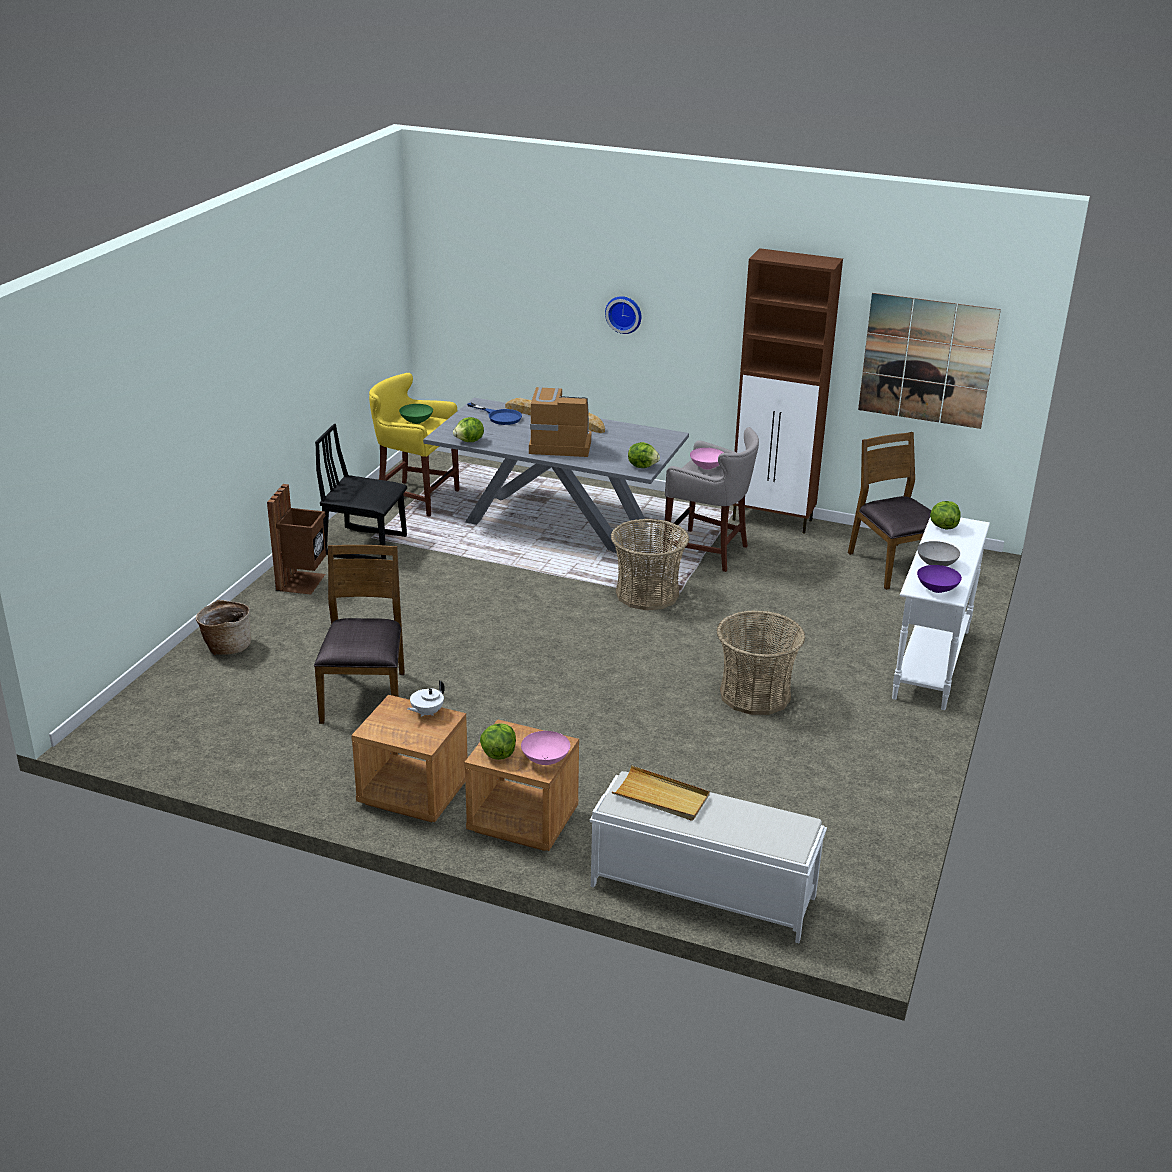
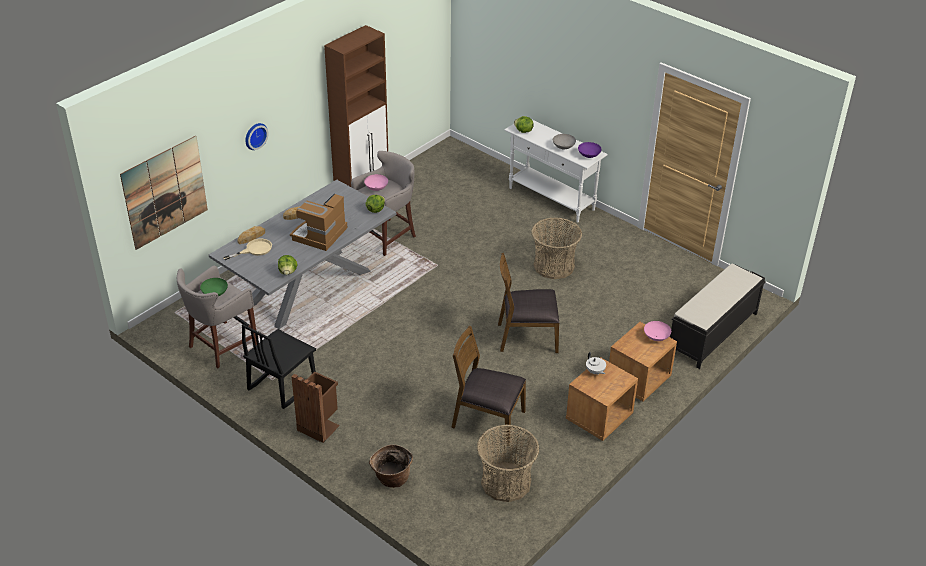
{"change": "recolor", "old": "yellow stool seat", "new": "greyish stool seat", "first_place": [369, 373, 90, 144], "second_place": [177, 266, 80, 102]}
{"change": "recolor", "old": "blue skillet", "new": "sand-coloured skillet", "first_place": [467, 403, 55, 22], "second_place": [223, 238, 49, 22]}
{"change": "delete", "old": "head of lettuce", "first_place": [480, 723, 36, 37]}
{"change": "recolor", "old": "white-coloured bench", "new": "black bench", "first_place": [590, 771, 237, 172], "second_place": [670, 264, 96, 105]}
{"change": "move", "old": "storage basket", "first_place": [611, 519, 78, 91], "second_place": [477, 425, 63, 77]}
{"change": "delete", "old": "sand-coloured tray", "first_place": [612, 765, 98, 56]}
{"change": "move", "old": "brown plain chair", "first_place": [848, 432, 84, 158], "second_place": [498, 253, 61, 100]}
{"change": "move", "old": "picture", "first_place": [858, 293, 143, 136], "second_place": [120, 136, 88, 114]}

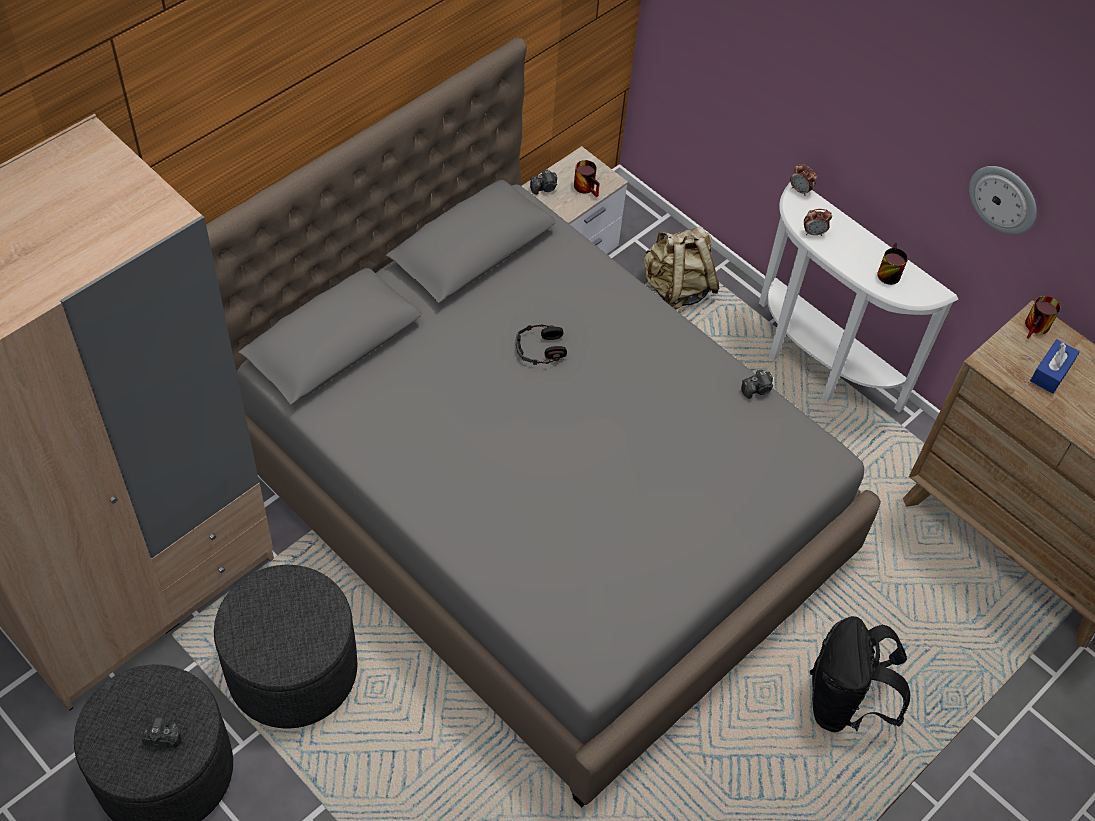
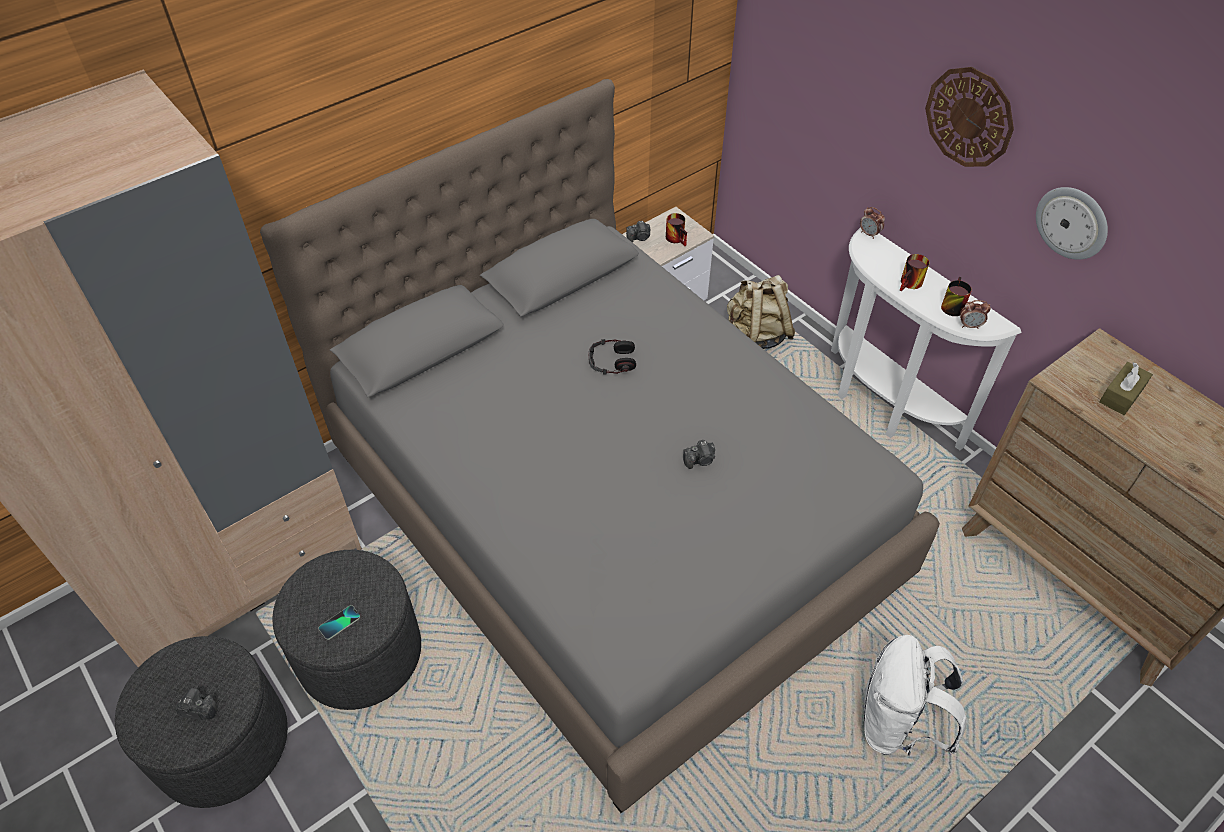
{"change": "move", "old": "still camera", "first_place": [741, 369, 32, 30], "second_place": [683, 440, 32, 29]}
{"change": "move", "old": "alarm clock", "first_place": [804, 209, 28, 27], "second_place": [960, 300, 31, 29]}
{"change": "recolor", "old": "black rucksack", "new": "white-coloured rucksack", "first_place": [810, 616, 100, 116], "second_place": [863, 635, 104, 121]}
{"change": "move", "old": "coffee mug", "first_place": [1025, 296, 35, 43], "second_place": [900, 254, 29, 37]}
{"change": "recolor", "old": "blue tissue holder", "new": "brown tissue holder", "first_place": [1030, 339, 50, 55], "second_place": [1099, 362, 54, 53]}
{"change": "insert", "new": "phone", "second_place": [318, 605, 42, 35]}
{"change": "insert", "new": "hanging clock", "second_place": [925, 67, 89, 100]}

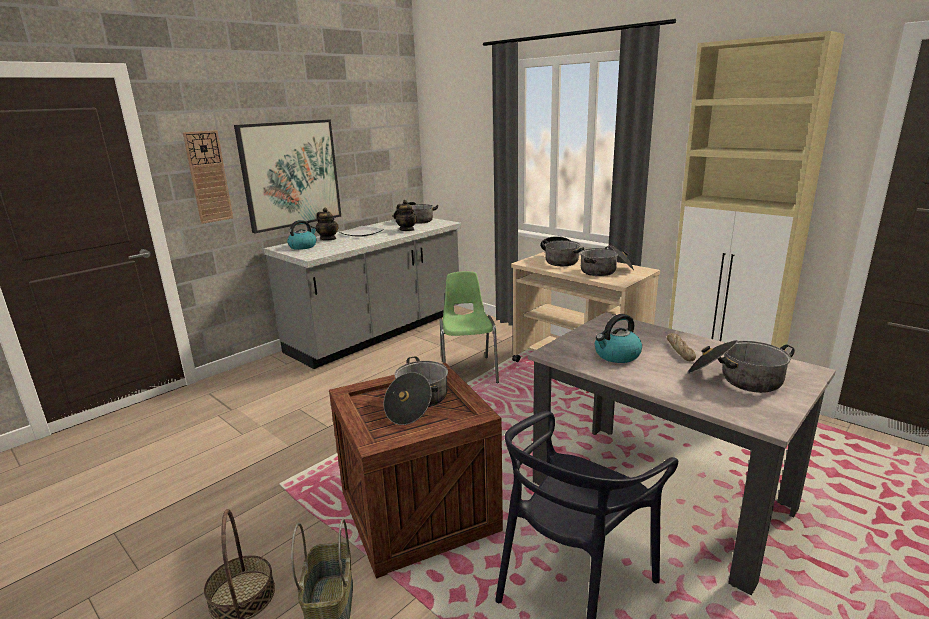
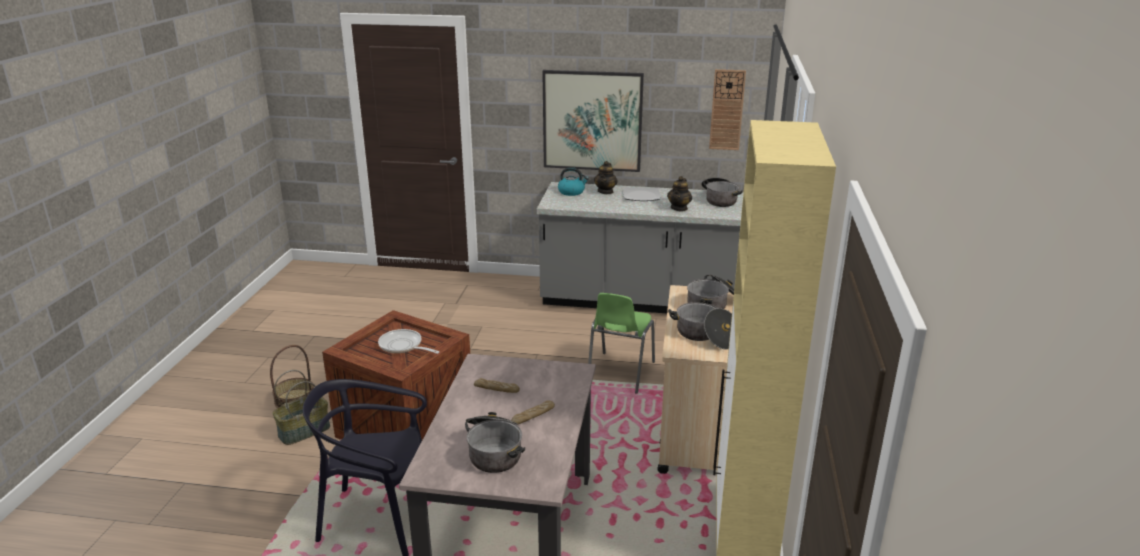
{"change": "move", "old": "hanging clock", "first_place": [183, 130, 50, 94], "second_place": [709, 69, 37, 81]}
{"change": "replace", "old": "cooking pot", "new": "skillet", "first_place": [384, 356, 64, 69], "second_place": [378, 329, 61, 25]}
{"change": "rotate", "old": "green-coloured plain chair", "first_place": [440, 271, 59, 112], "second_place": [588, 293, 67, 101], "degrees": 150}
{"change": "replace", "old": "kettle", "new": "baked bread", "first_place": [595, 314, 47, 49], "second_place": [474, 378, 46, 15]}

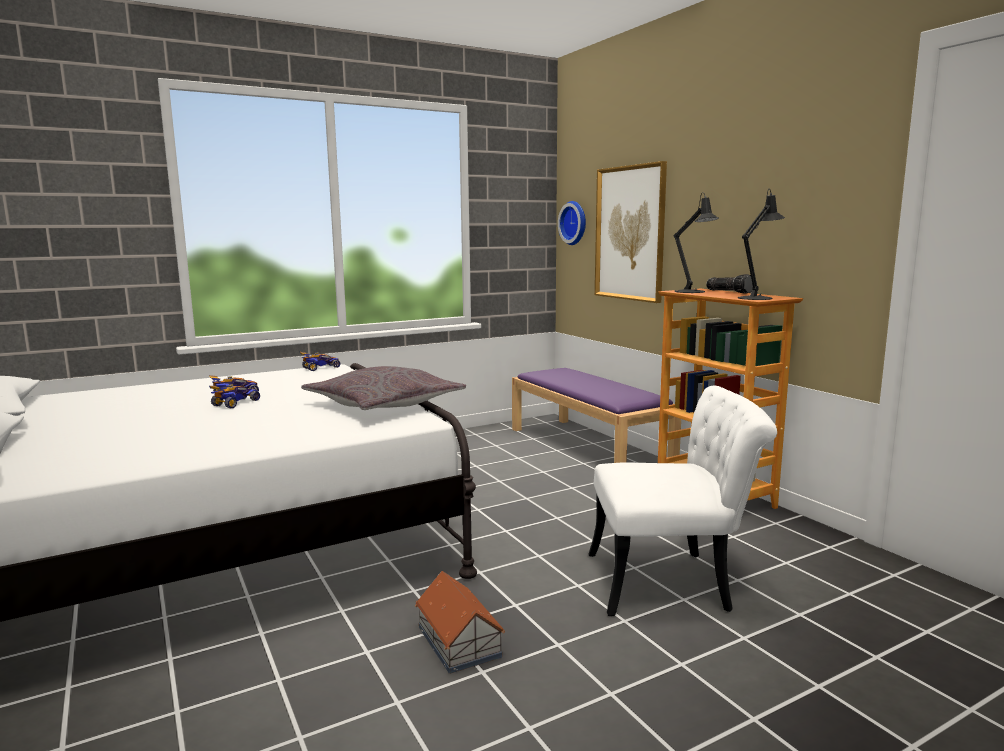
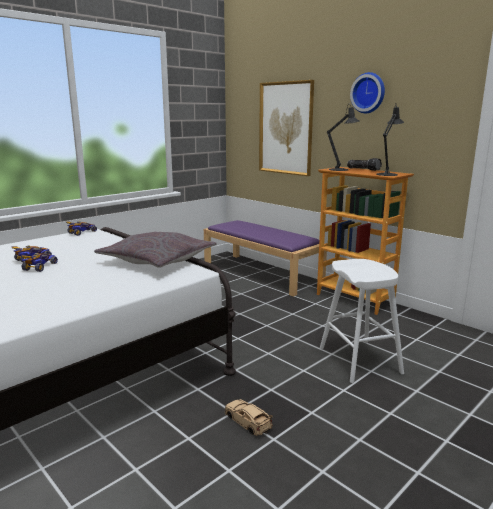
{"change": "replace", "old": "miniature house", "new": "sand-coloured miniature car", "first_place": [415, 571, 90, 103], "second_place": [225, 399, 48, 37]}
{"change": "move", "old": "hanging clock", "first_place": [558, 201, 28, 44], "second_place": [350, 72, 35, 41]}
{"change": "replace", "old": "white-coloured plain chair", "new": "white-coloured stool seat", "first_place": [589, 386, 188, 230], "second_place": [320, 259, 84, 124]}

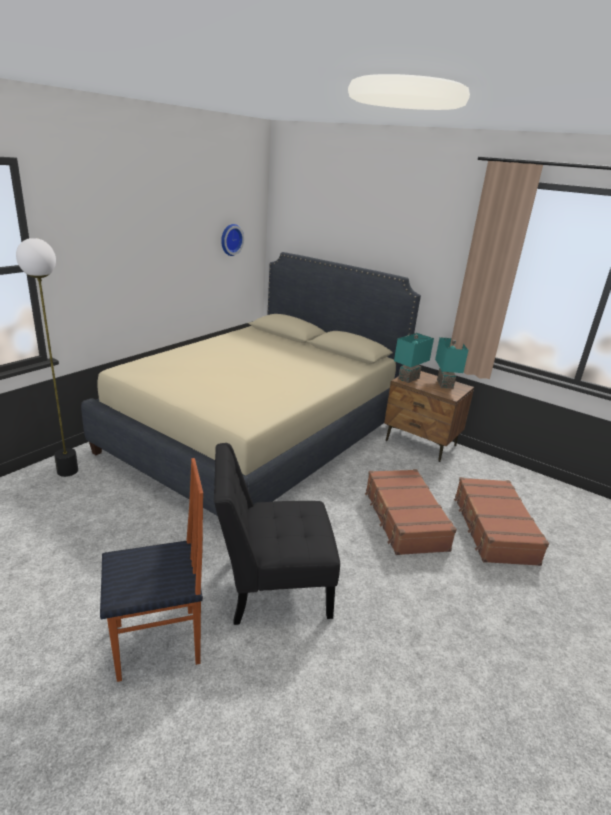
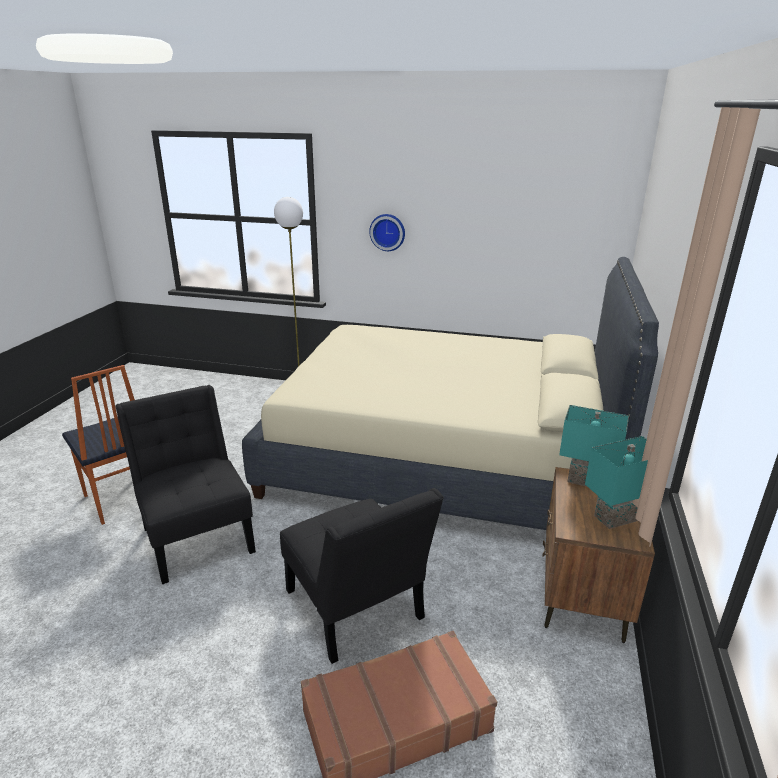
{"change": "move", "old": "hanging clock", "first_place": [221, 224, 23, 32], "second_place": [369, 214, 36, 37]}
{"change": "replace", "old": "brown travel case", "new": "black plain chair", "first_place": [365, 469, 92, 86], "second_place": [280, 488, 164, 176]}

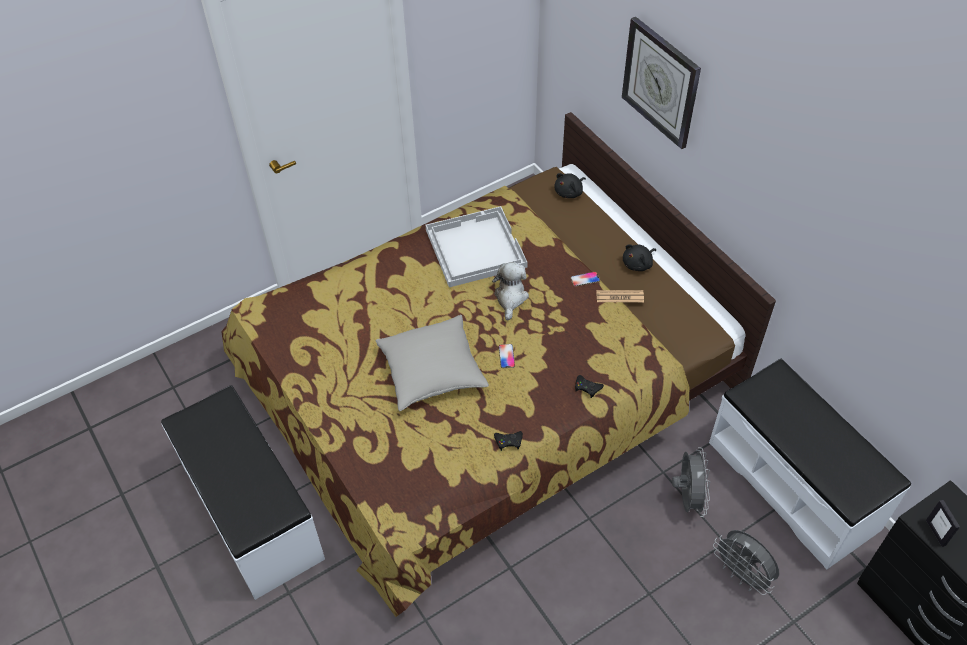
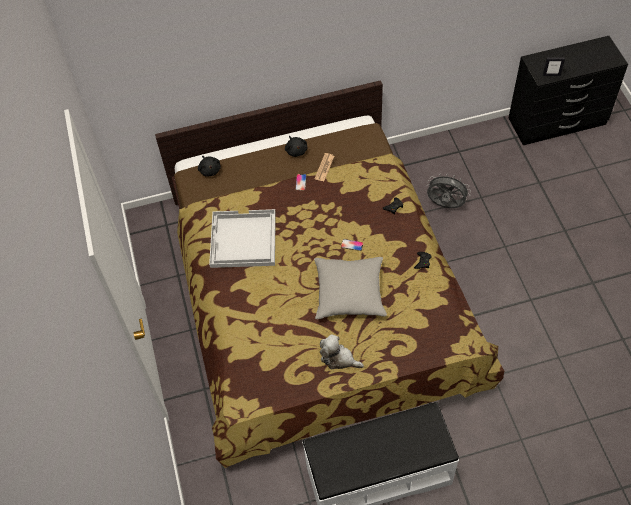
{"change": "move", "old": "plush toy", "first_place": [492, 262, 37, 58], "second_place": [320, 334, 44, 35]}
{"change": "delete", "old": "hanging clock", "first_place": [622, 17, 79, 132]}
{"change": "delete", "old": "white-coloured bench", "first_place": [709, 359, 202, 211]}
{"change": "delete", "old": "greyish fan", "first_place": [713, 530, 66, 65]}

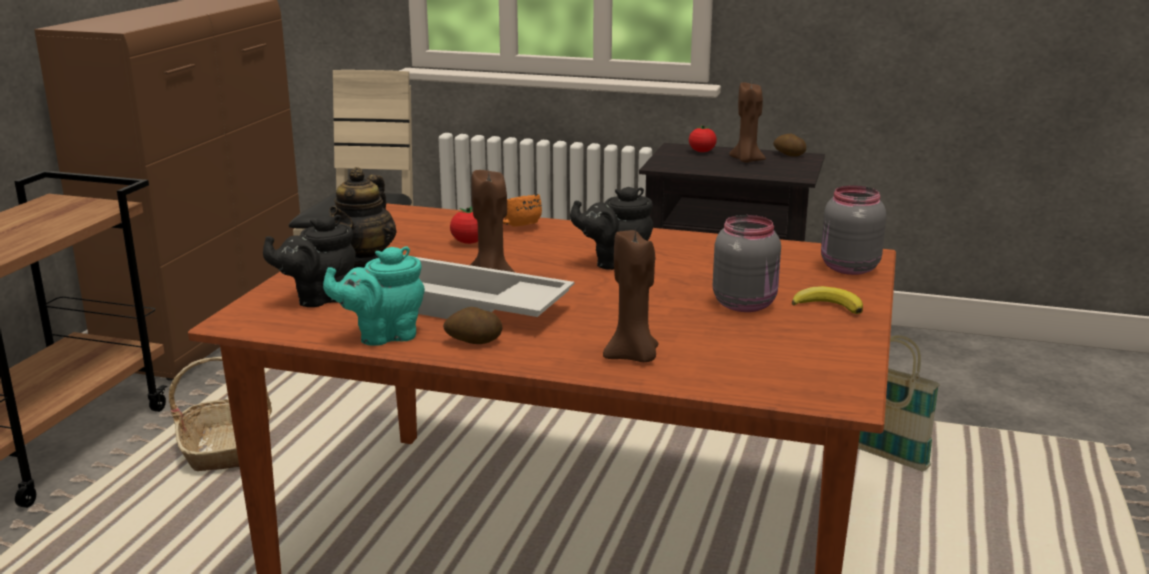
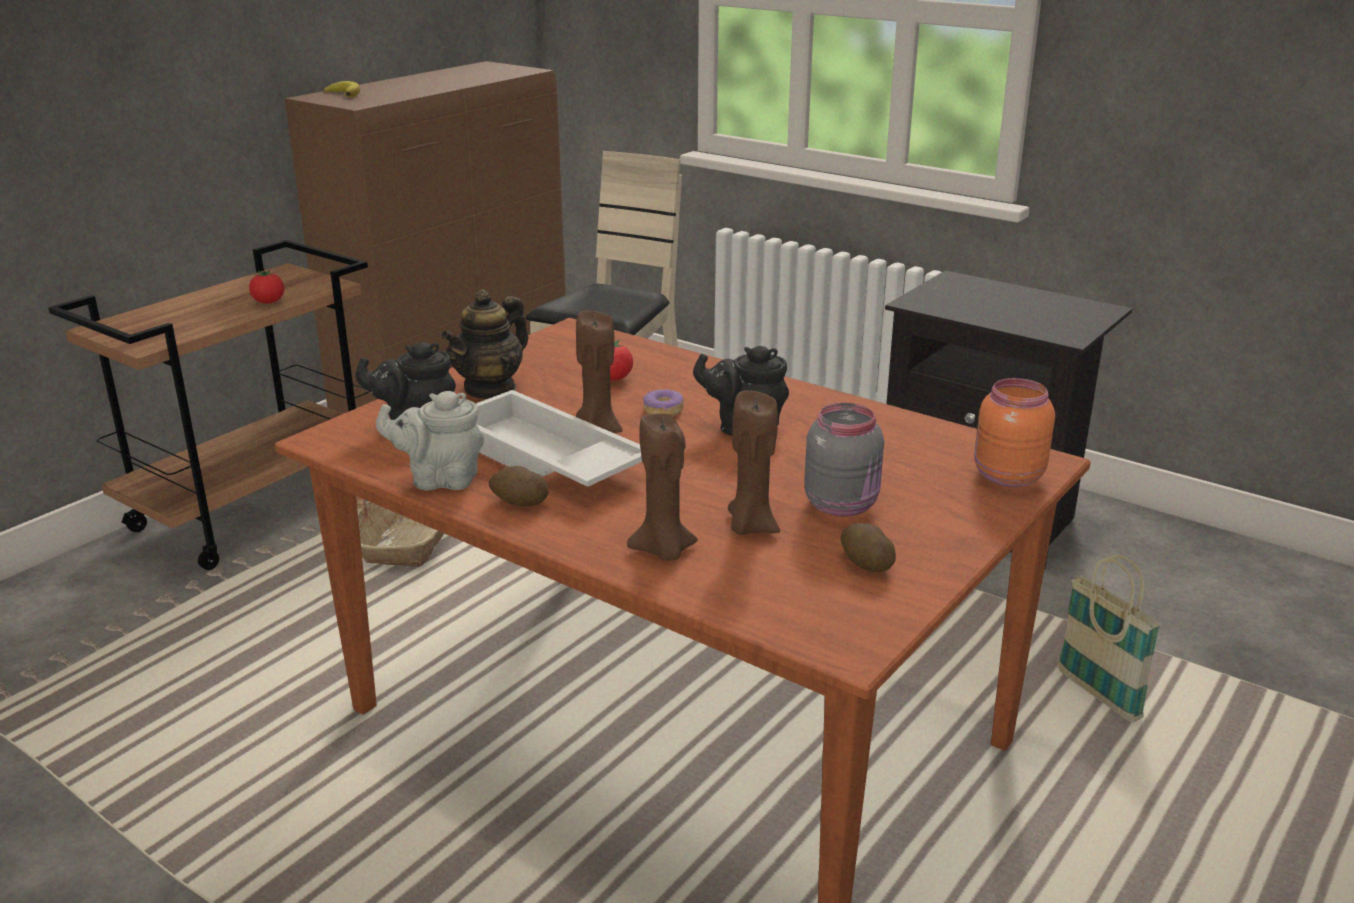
{"change": "recolor", "old": "turquoise-coloured tea pot", "new": "greyish tea pot", "first_place": [323, 247, 102, 99], "second_place": [376, 391, 108, 100]}
{"change": "delete", "old": "orange-coloured coffee mug", "first_place": [503, 194, 39, 33]}
{"change": "move", "old": "fresh tomato", "first_place": [689, 125, 28, 27], "second_place": [249, 270, 35, 34]}
{"change": "move", "old": "brown wax light", "first_place": [729, 82, 37, 81], "second_place": [728, 390, 52, 145]}
{"change": "move", "old": "whole potato", "first_place": [773, 134, 33, 23], "second_place": [840, 523, 56, 49]}
{"change": "move", "old": "banana fruit", "first_place": [792, 286, 71, 28], "second_place": [323, 81, 37, 16]}
{"change": "recolor", "old": "greyish jar", "new": "orange-coloured jar", "first_place": [821, 186, 65, 89], "second_place": [974, 378, 81, 109]}
{"change": "insert", "new": "doughnut", "second_place": [643, 389, 40, 27]}

